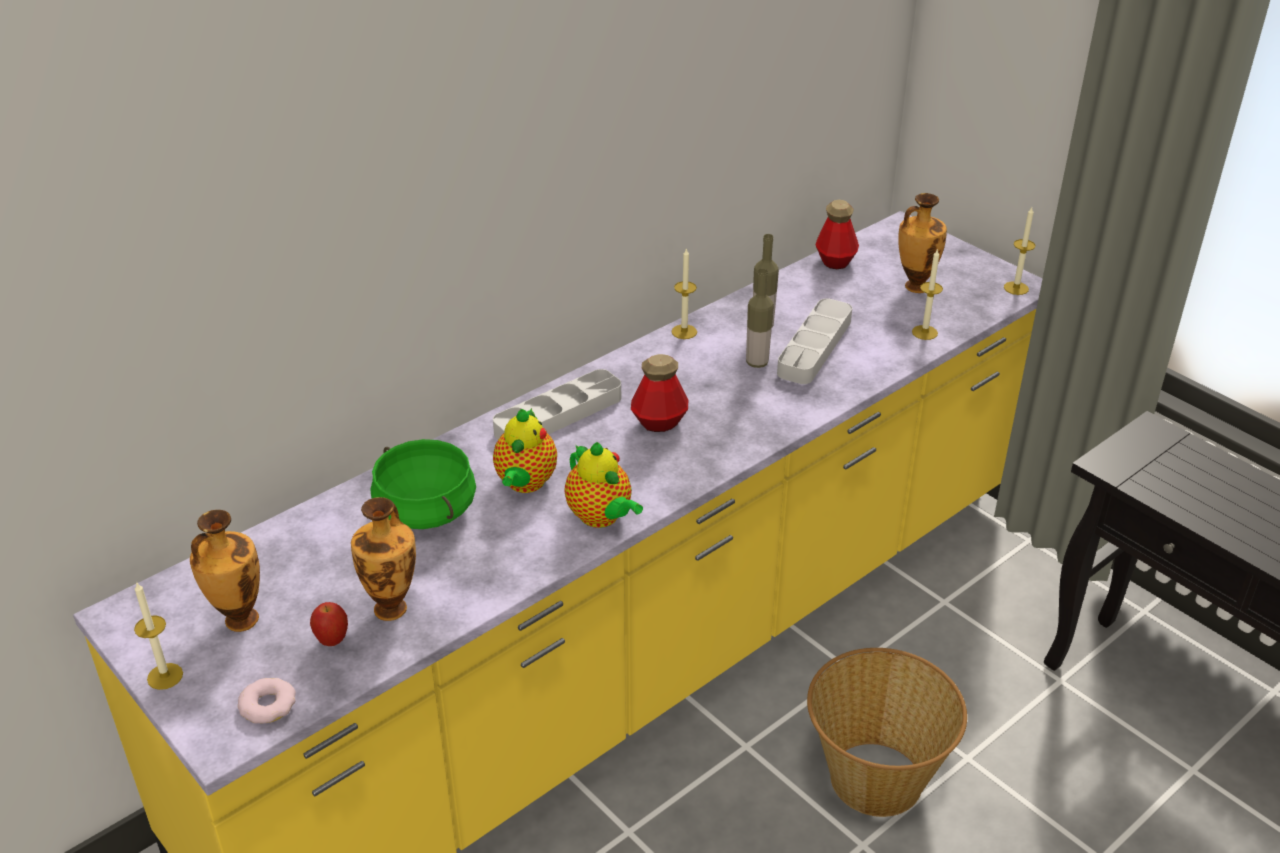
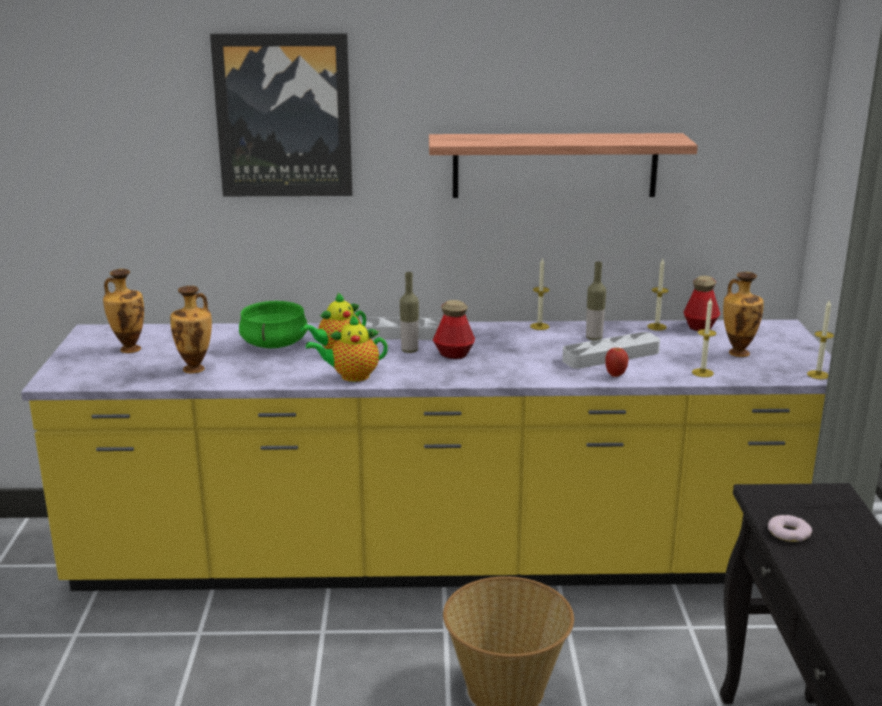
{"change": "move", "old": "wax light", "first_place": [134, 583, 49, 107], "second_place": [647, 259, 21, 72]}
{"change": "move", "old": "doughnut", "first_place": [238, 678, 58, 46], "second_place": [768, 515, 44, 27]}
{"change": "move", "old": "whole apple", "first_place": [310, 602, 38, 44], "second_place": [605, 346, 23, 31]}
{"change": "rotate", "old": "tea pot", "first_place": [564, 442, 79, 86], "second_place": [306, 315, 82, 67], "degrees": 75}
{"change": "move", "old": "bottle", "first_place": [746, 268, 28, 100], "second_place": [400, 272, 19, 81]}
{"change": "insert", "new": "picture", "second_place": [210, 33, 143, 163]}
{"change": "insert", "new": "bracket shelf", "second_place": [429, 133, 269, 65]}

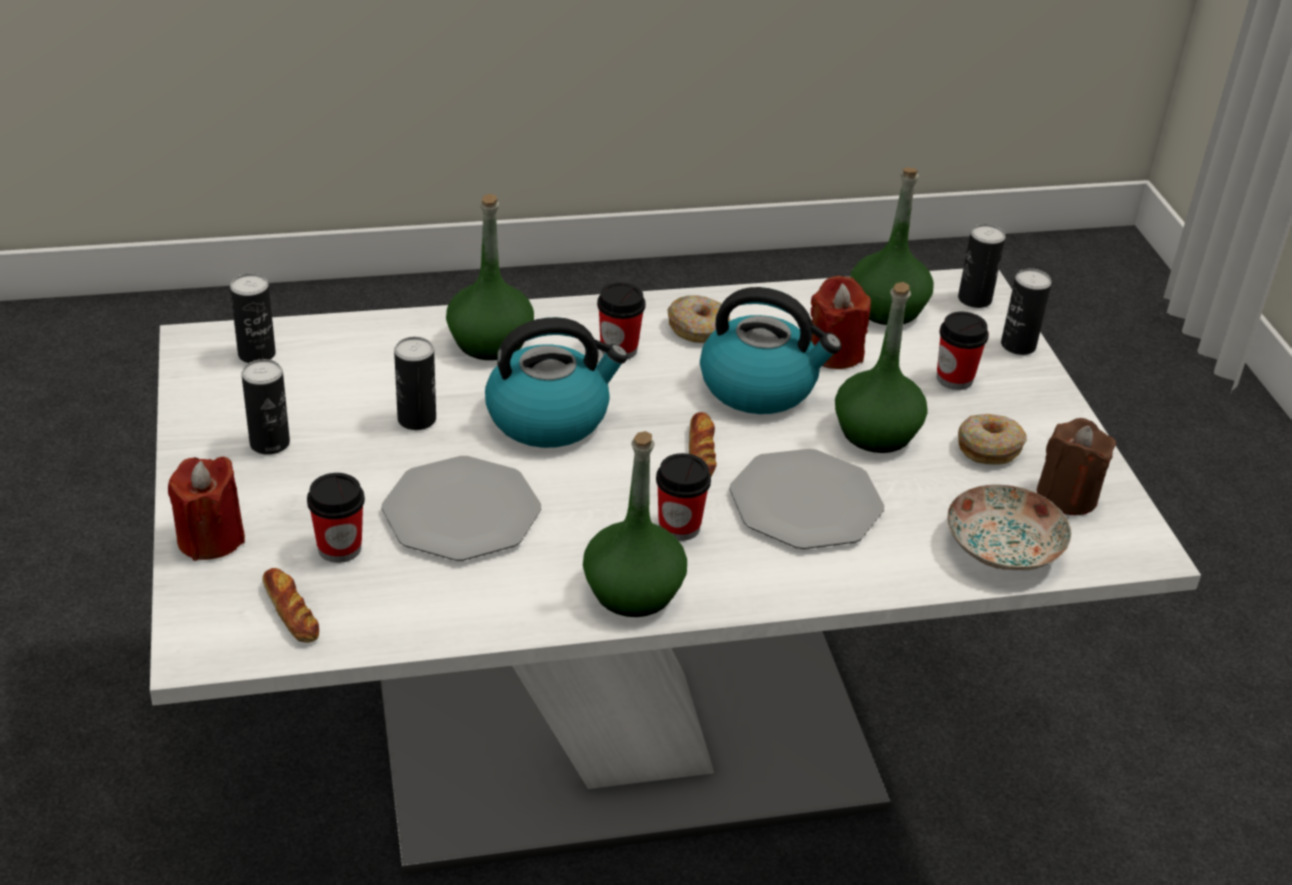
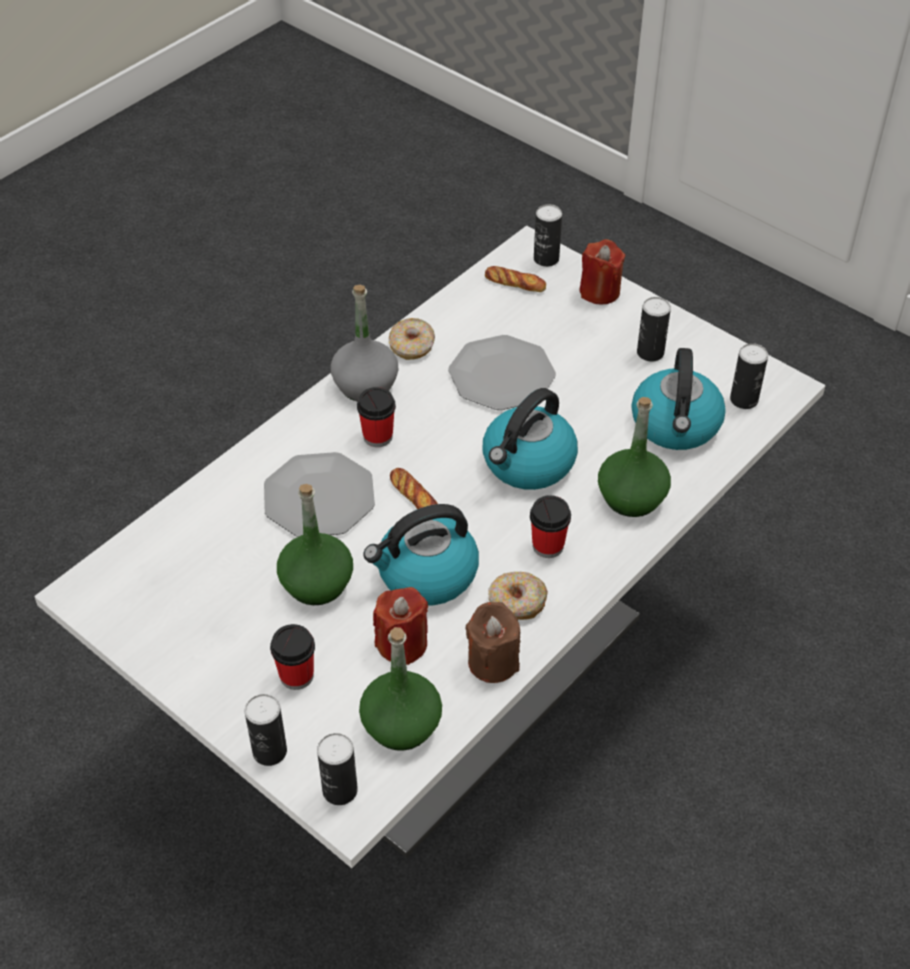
{"change": "delete", "old": "small cup", "first_place": [307, 473, 58, 90]}
{"change": "move", "old": "can", "first_place": [394, 337, 42, 93], "second_place": [534, 204, 28, 63]}
{"change": "recolor", "old": "green-coloured bottle", "new": "greyish bottle", "first_place": [583, 431, 104, 186], "second_place": [331, 285, 68, 117]}
{"change": "delete", "old": "flat dish", "first_place": [947, 484, 125, 86]}
{"change": "move", "old": "doughnut", "first_place": [958, 414, 69, 51], "second_place": [389, 318, 46, 42]}
{"change": "move", "old": "brown wax light", "first_place": [1037, 418, 79, 97], "second_place": [466, 602, 54, 81]}
{"change": "insert", "new": "kettle", "second_place": [632, 348, 94, 102]}

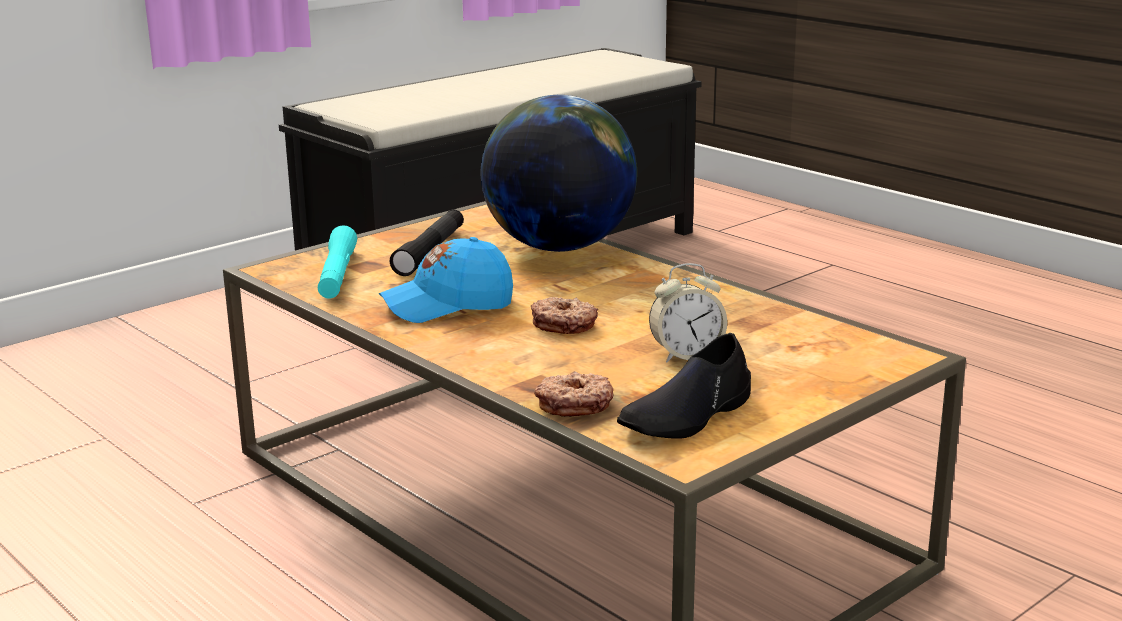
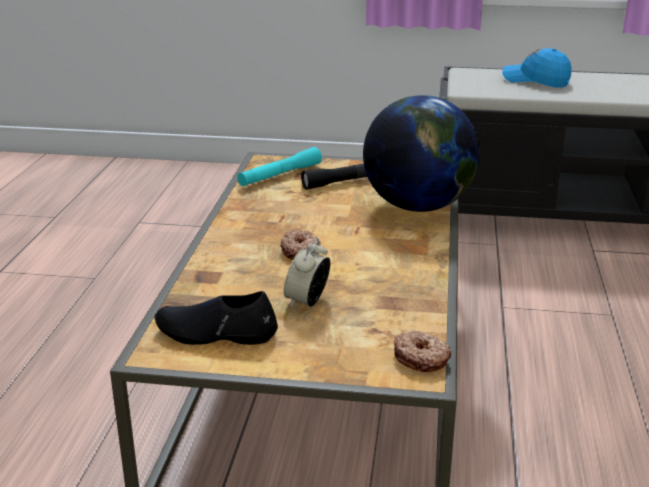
{"change": "move", "old": "blue cap", "first_place": [379, 237, 134, 86], "second_place": [502, 48, 69, 39]}
{"change": "move", "old": "doughnut", "first_place": [534, 371, 79, 46], "second_place": [394, 331, 58, 41]}
{"change": "rotate", "old": "alarm clock", "first_place": [649, 263, 78, 100], "second_place": [284, 238, 46, 70], "degrees": 75}

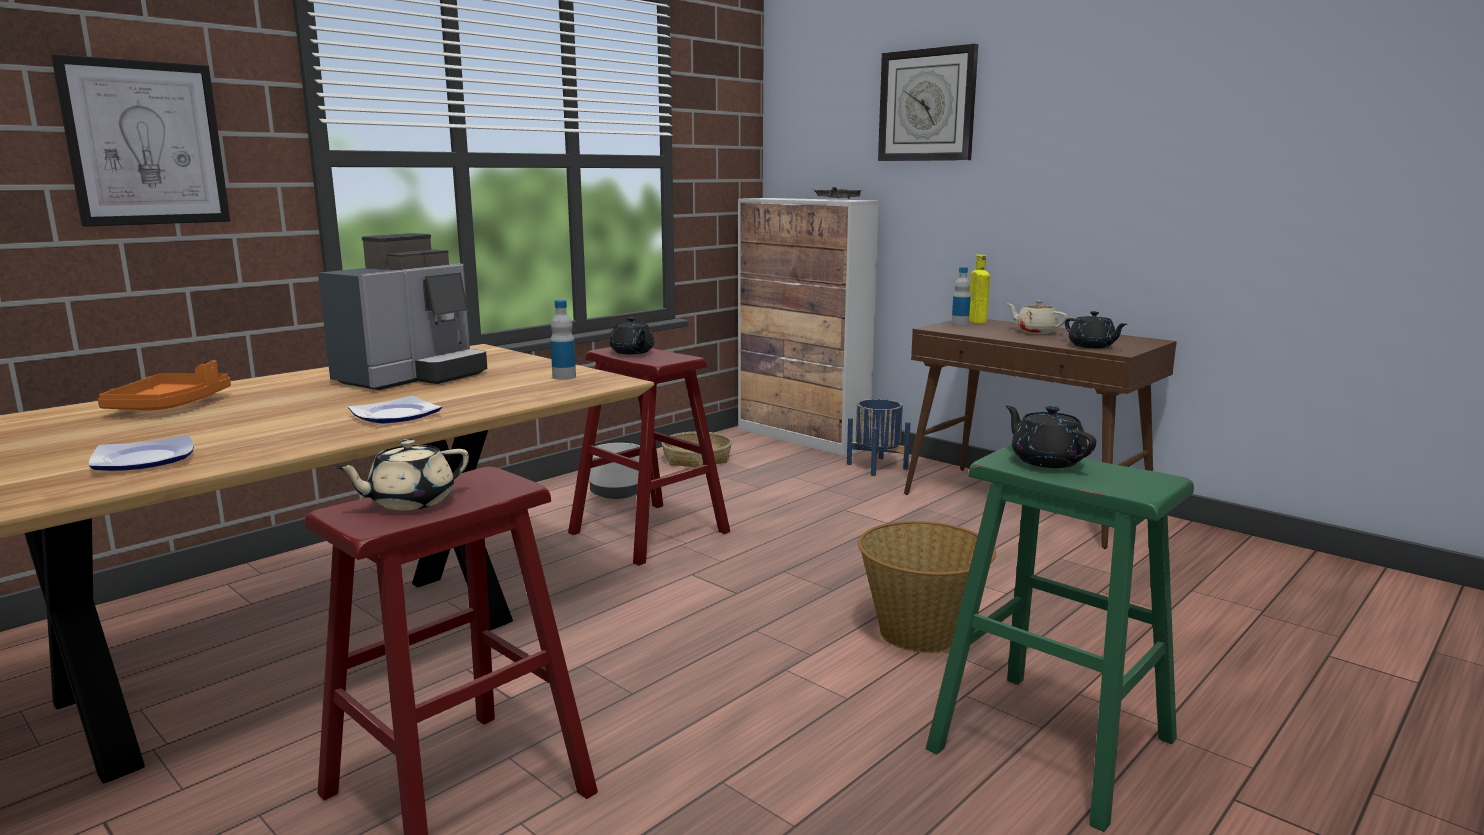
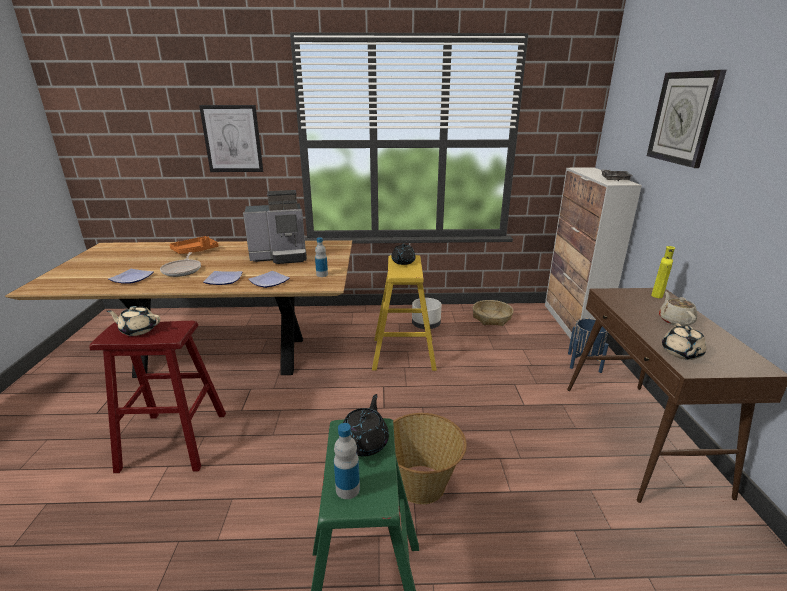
{"change": "recolor", "old": "red-coloured stool seat", "new": "yellow stool seat", "first_place": [568, 347, 162, 219], "second_place": [372, 255, 65, 116]}
{"change": "move", "old": "bottle", "first_place": [952, 267, 19, 58], "second_place": [334, 423, 26, 76]}
{"change": "recolor", "old": "black tea pot", "new": "sand-coloured tea pot", "first_place": [1065, 311, 62, 37], "second_place": [662, 323, 44, 37]}
{"change": "insert", "new": "skillet", "second_place": [160, 252, 41, 25]}
{"change": "insert", "new": "flat dish", "second_place": [248, 271, 42, 17]}

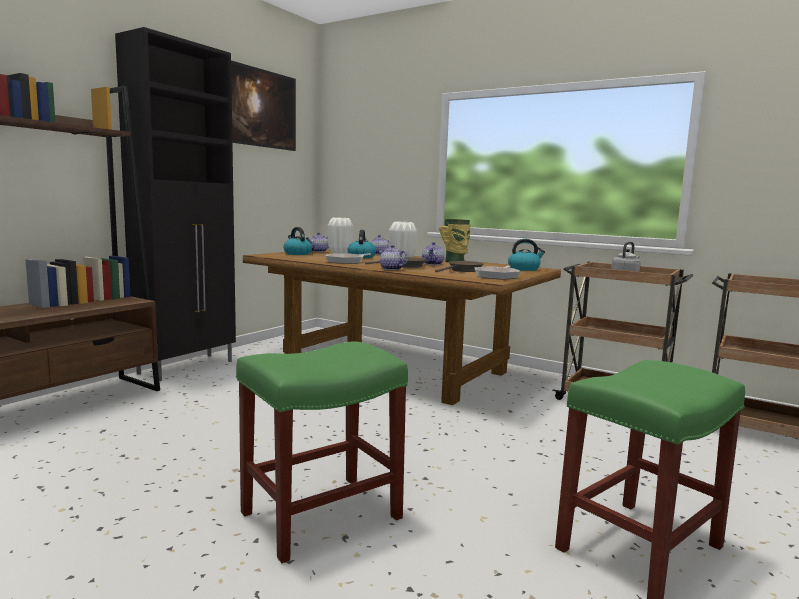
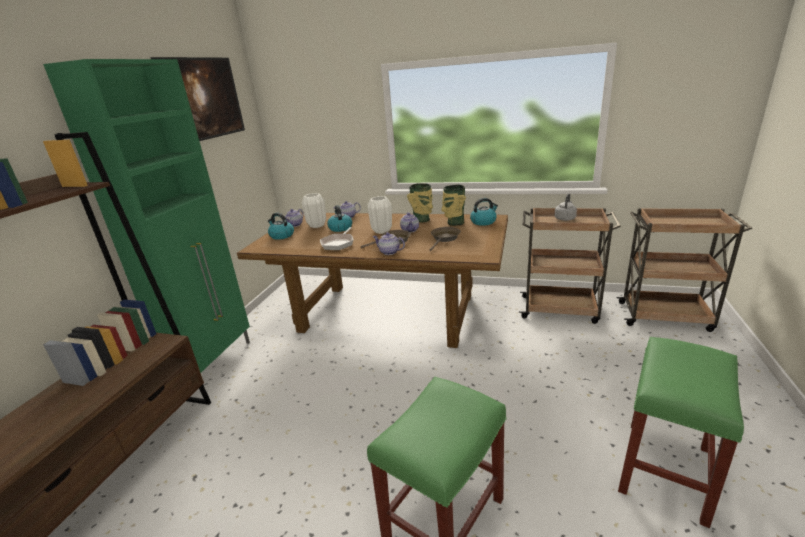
{"change": "recolor", "old": "black cupboard", "new": "green-coloured cupboard", "first_place": [115, 27, 121, 354], "second_place": [43, 59, 207, 314]}
{"change": "delete", "old": "skillet", "first_place": [474, 265, 47, 15]}
{"change": "insert", "new": "decorative vase", "second_place": [441, 184, 25, 42]}

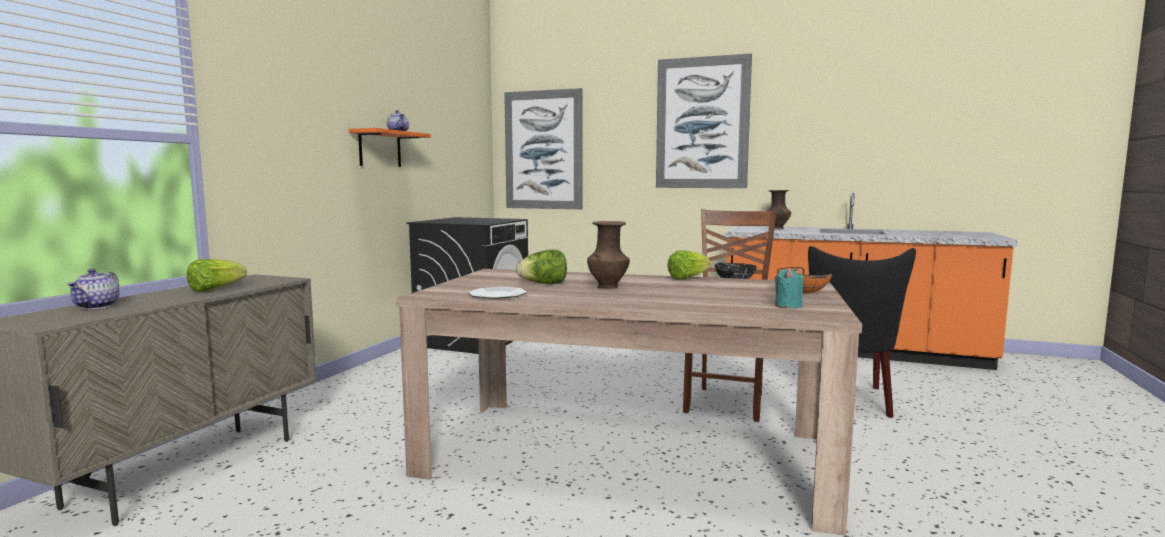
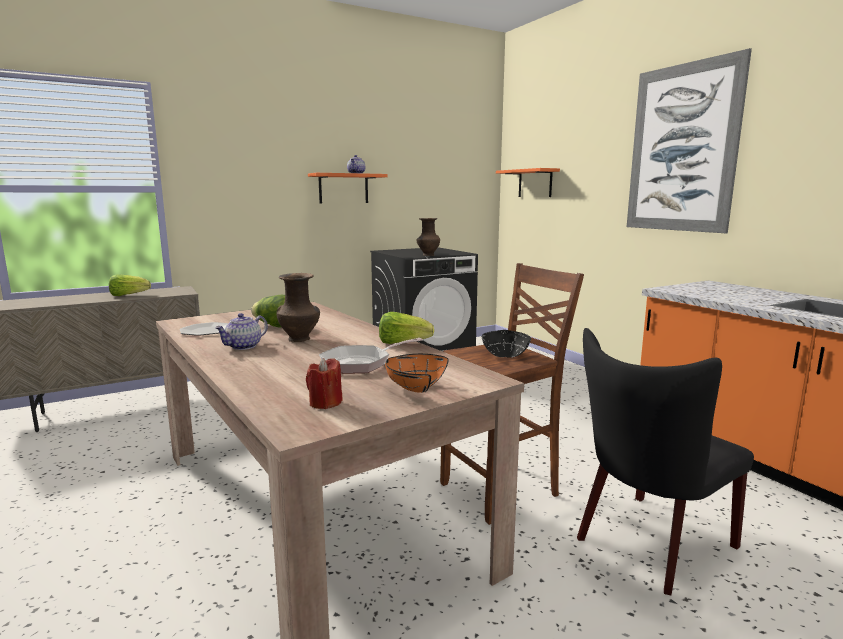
{"change": "move", "old": "tea pot", "first_place": [67, 269, 53, 40], "second_place": [215, 313, 53, 37]}
{"change": "replace", "old": "picture", "new": "orange-coloured bracket shelf", "first_place": [504, 88, 78, 121], "second_place": [496, 168, 64, 29]}
{"change": "move", "old": "brown decorative vase", "first_place": [766, 190, 25, 39], "second_place": [416, 218, 24, 38]}
{"change": "recolor", "old": "turquoise-coloured wax light", "new": "red-coloured wax light", "first_place": [775, 268, 28, 41], "second_place": [306, 358, 37, 51]}
{"change": "insert", "new": "skillet", "second_place": [319, 338, 104, 35]}

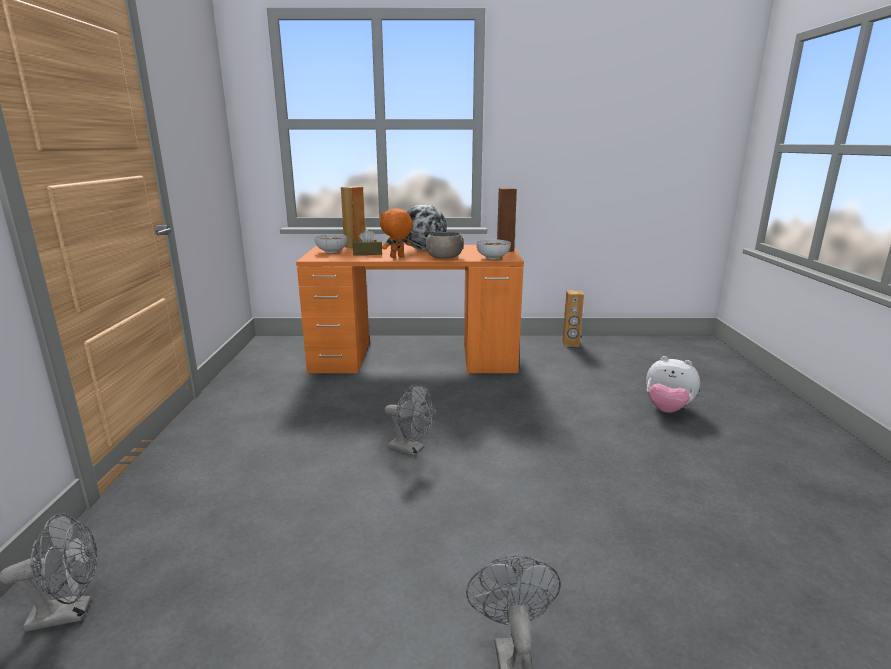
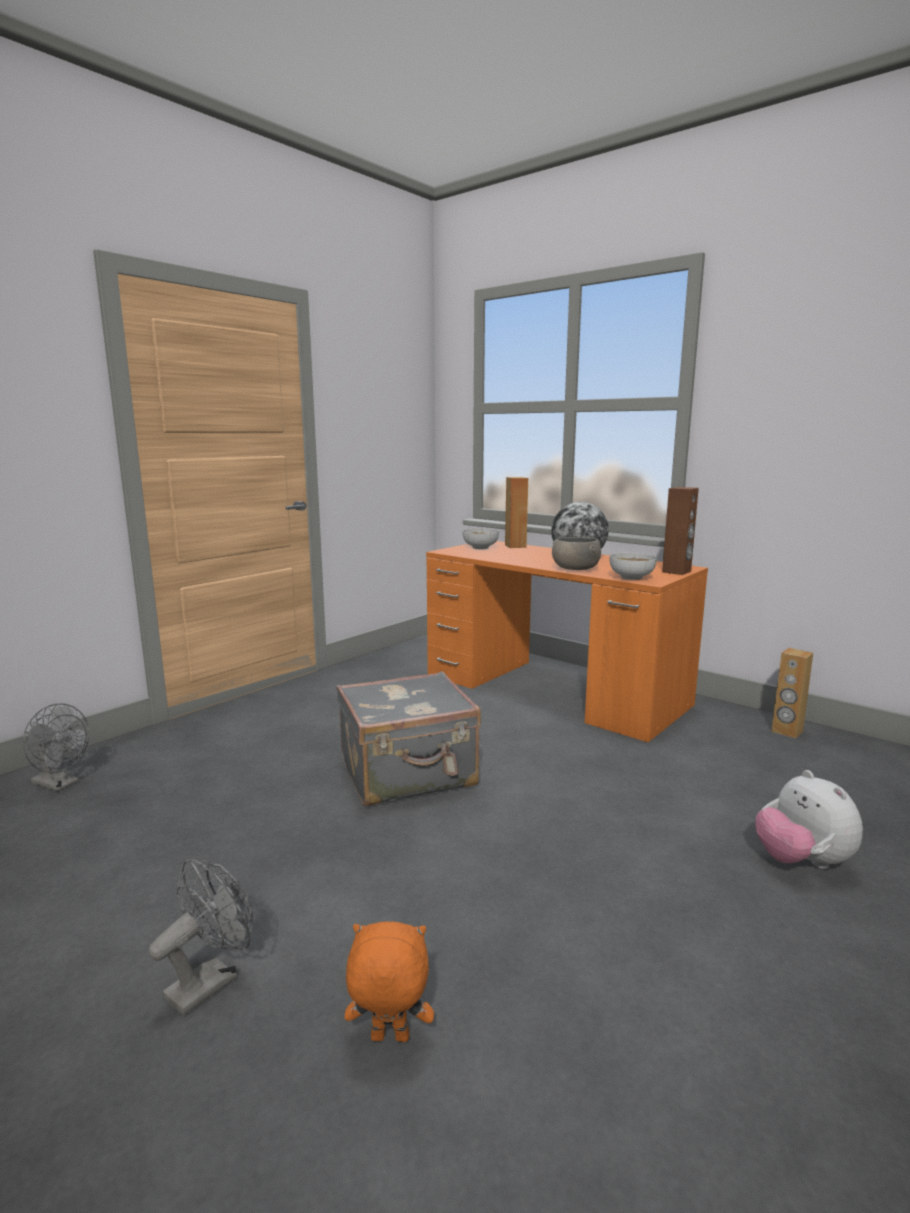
{"change": "delete", "old": "brown tissue holder", "first_place": [353, 229, 29, 26]}
{"change": "move", "old": "orange-coloured plush toy", "first_place": [380, 208, 33, 50], "second_place": [345, 921, 89, 121]}
{"change": "replace", "old": "greyish fan", "new": "greyish travel case", "first_place": [384, 384, 51, 72], "second_place": [337, 671, 144, 135]}

